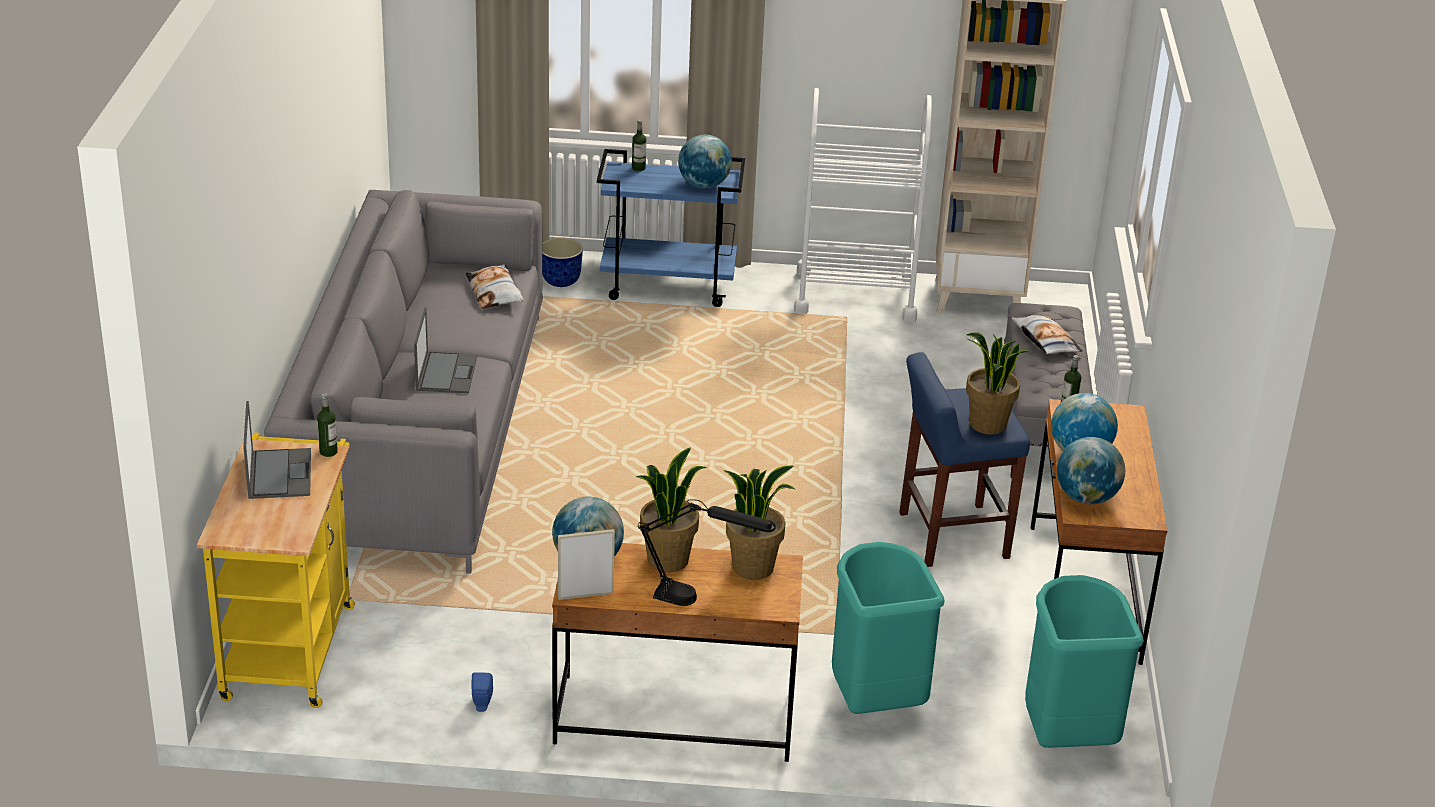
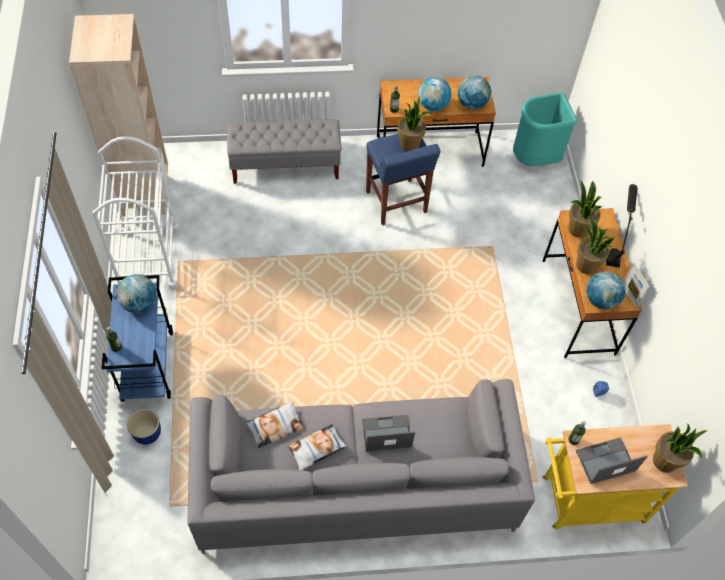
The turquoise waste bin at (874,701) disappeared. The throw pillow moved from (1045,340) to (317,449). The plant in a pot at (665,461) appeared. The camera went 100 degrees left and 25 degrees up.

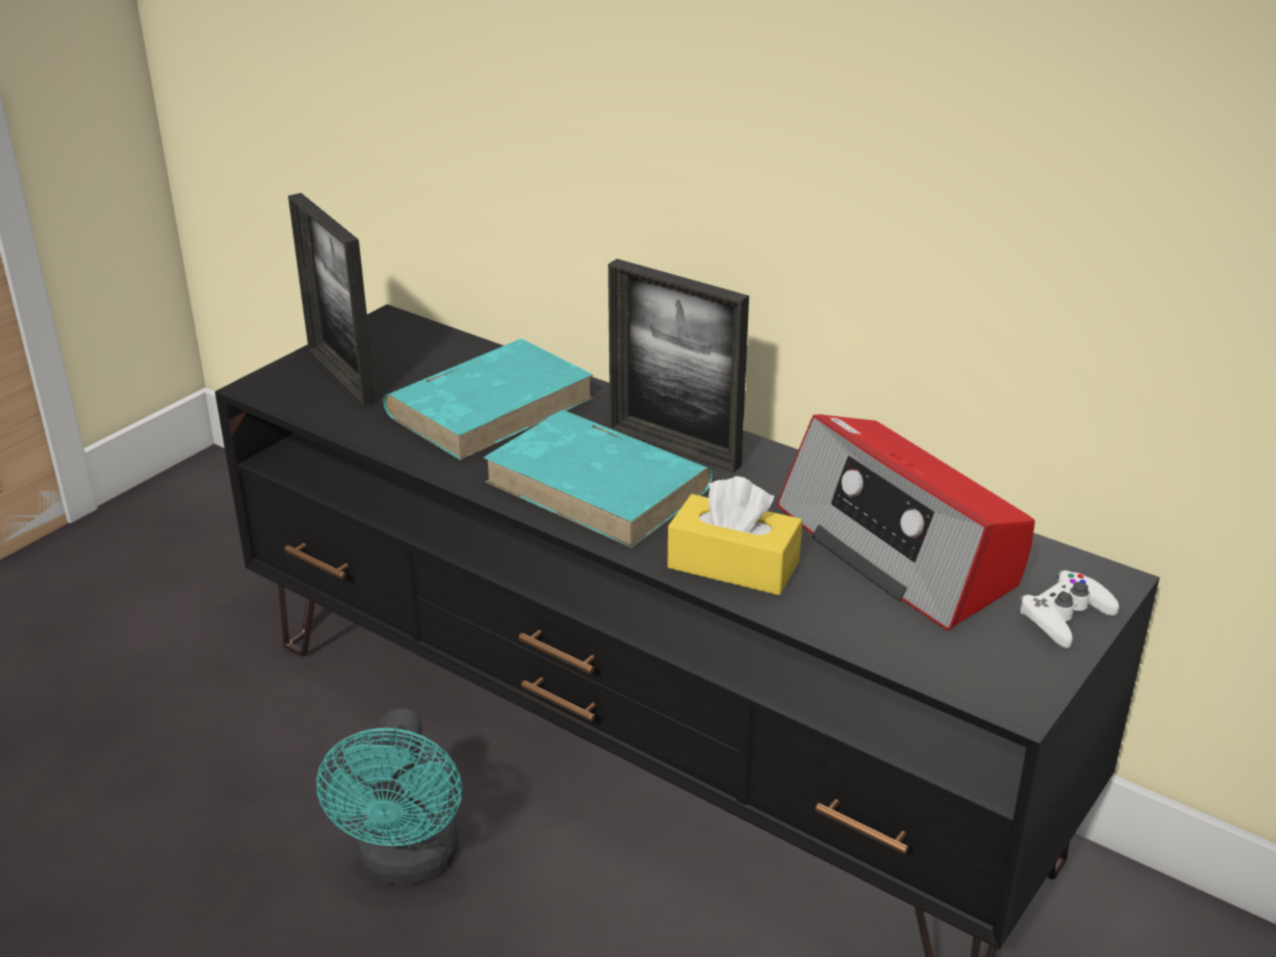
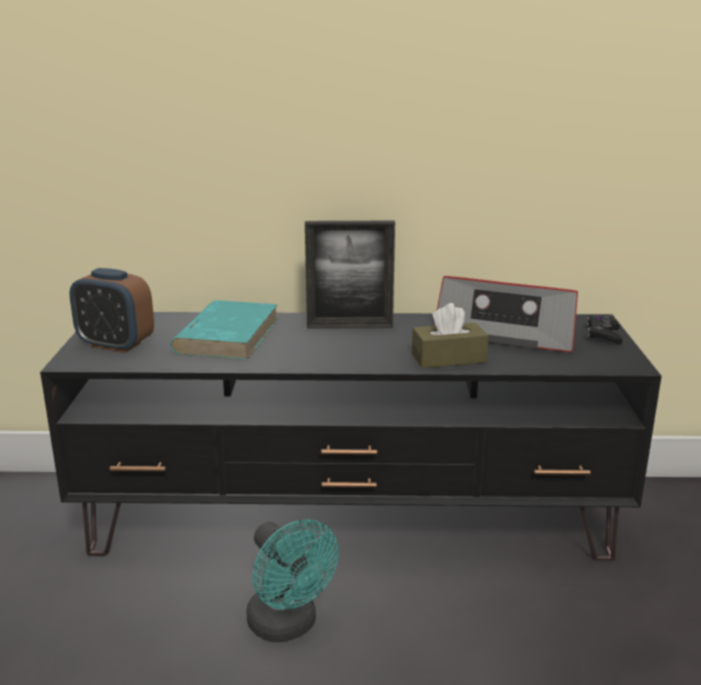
The standing frame at (341,375) was replaced by the bedside clock at (115,345). The turquoise book at (599,486) disappeared. The yellow tissue box at (733,565) became the brownish tissue box at (448,358). The whitish game controller at (1065,616) became the black game controller at (603,335). The camera went 35 degrees left and 10 degrees down.

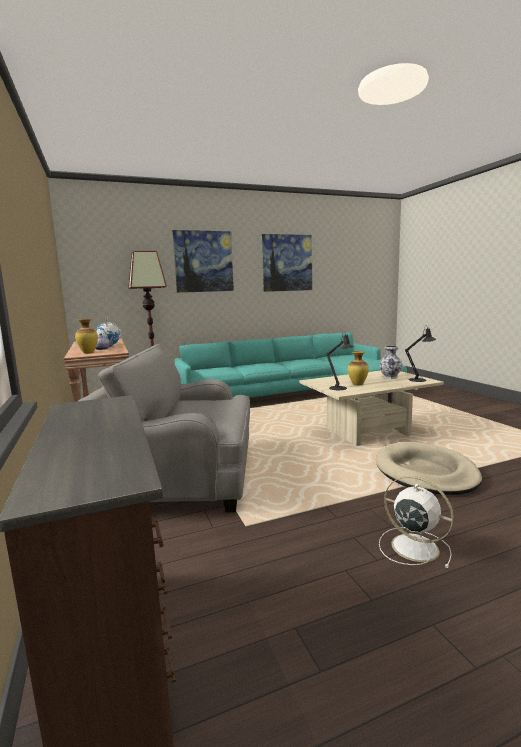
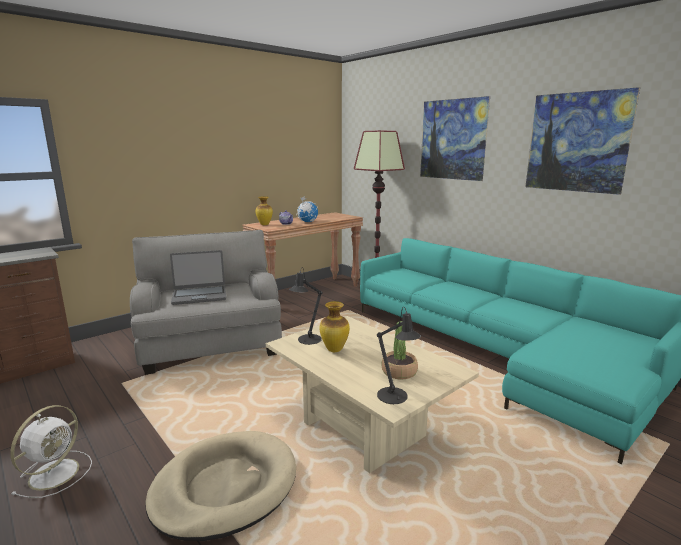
The flower vase at (390,377) was replaced by the plant in a pot at (399,372). The laptop at (199,296) appeared. The camera went 70 degrees right and 5 degrees up.

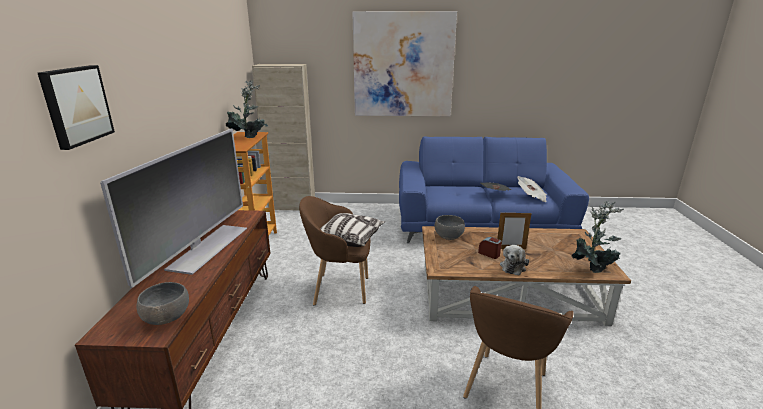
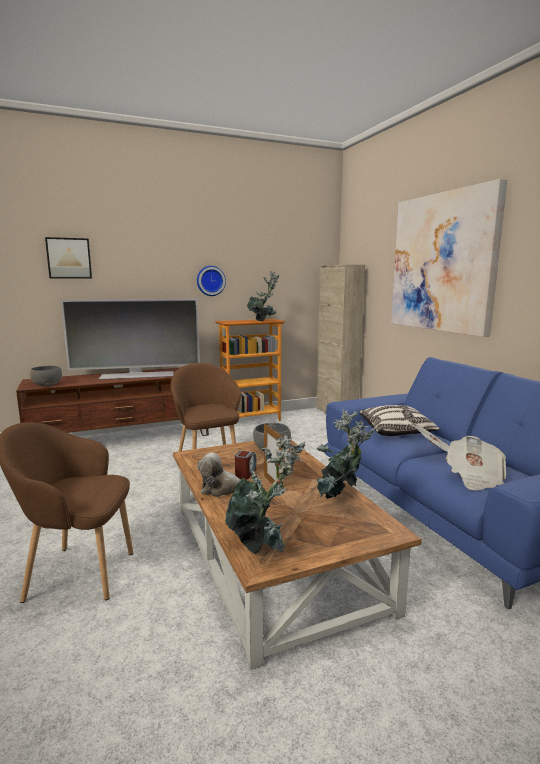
The throw pillow moved from (349,238) to (396,431). The clock on the wall at (210,281) appeared. The plant in a pot at (340,499) appeared. The camera went 65 degrees right and 10 degrees down.

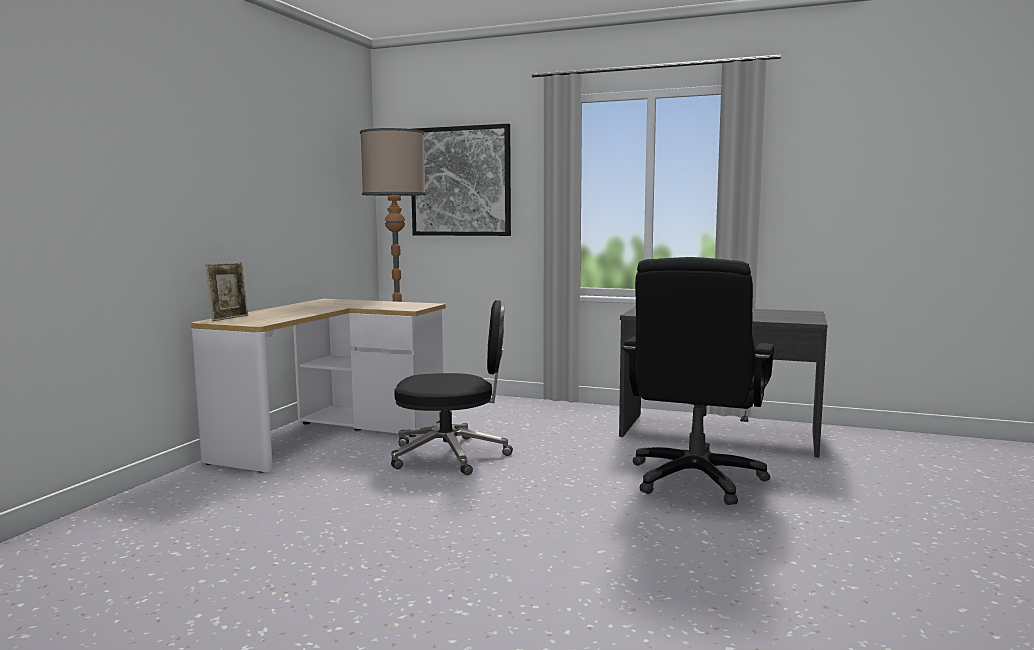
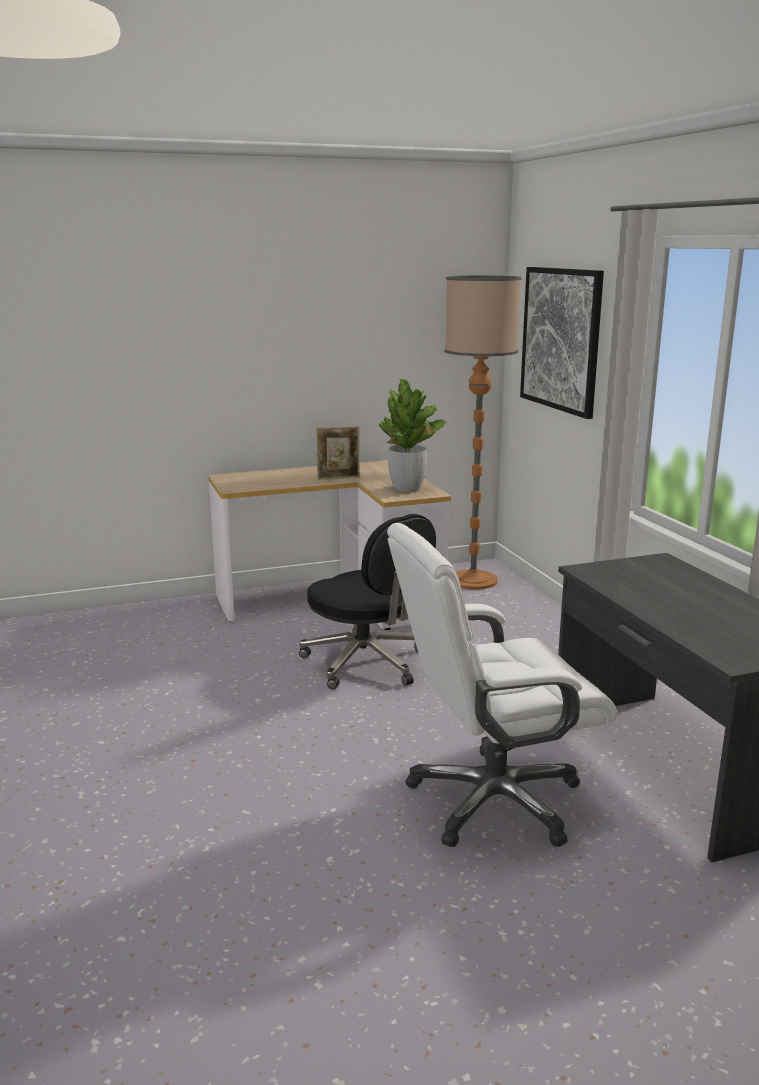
The standing frame moved from (229,318) to (338,478). The black desk chair at (696,479) became the whitish desk chair at (493,801). The plant in a pot at (407,488) appeared. The camera went 50 degrees right and 10 degrees up.

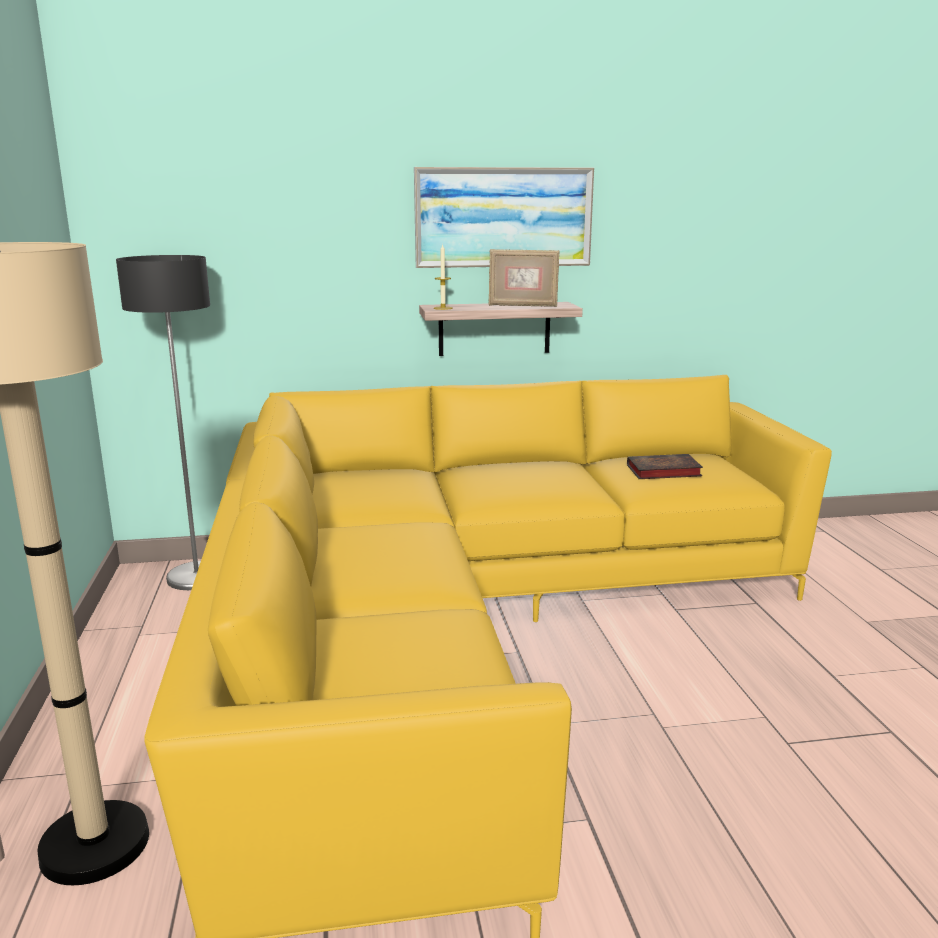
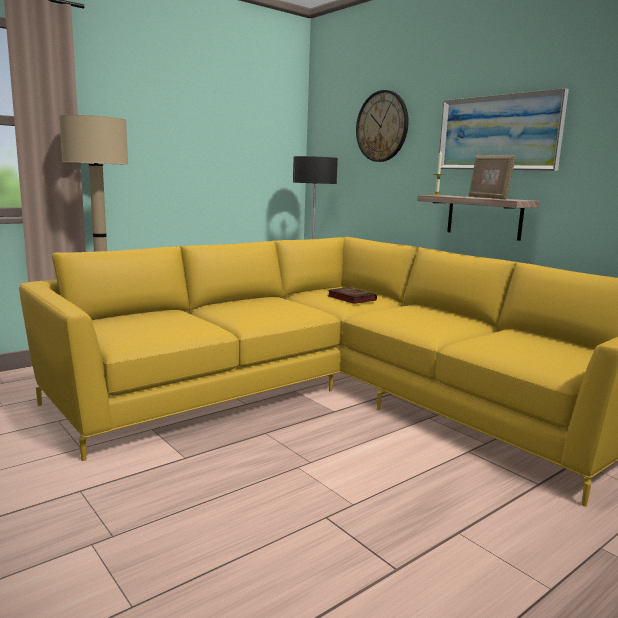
The book moved from (662,471) to (350,298). The clock on the wall at (382,126) appeared. The camera went 60 degrees right and 5 degrees down.

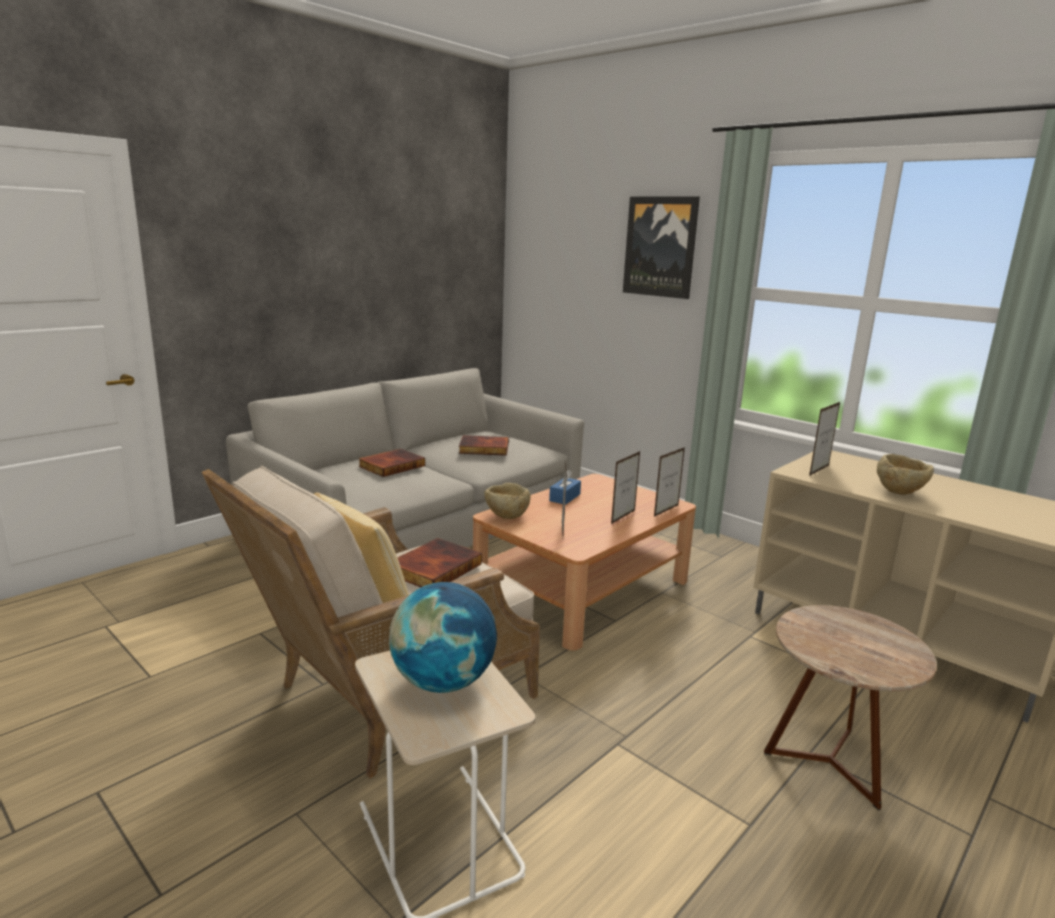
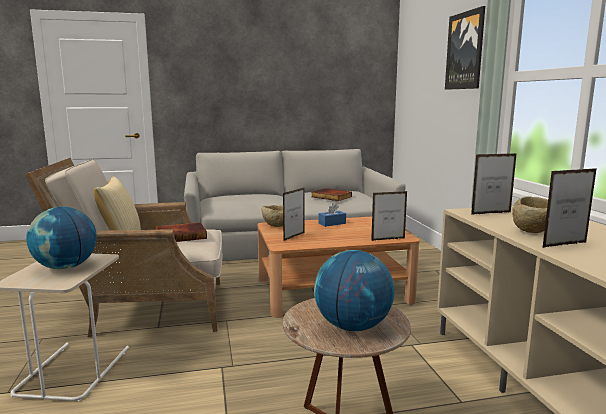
The book at (391,465) disappeared. The standing frame moved from (623,517) to (564,245). The desk globe at (353,326) appeared. The camera went 35 degrees right and 5 degrees down.

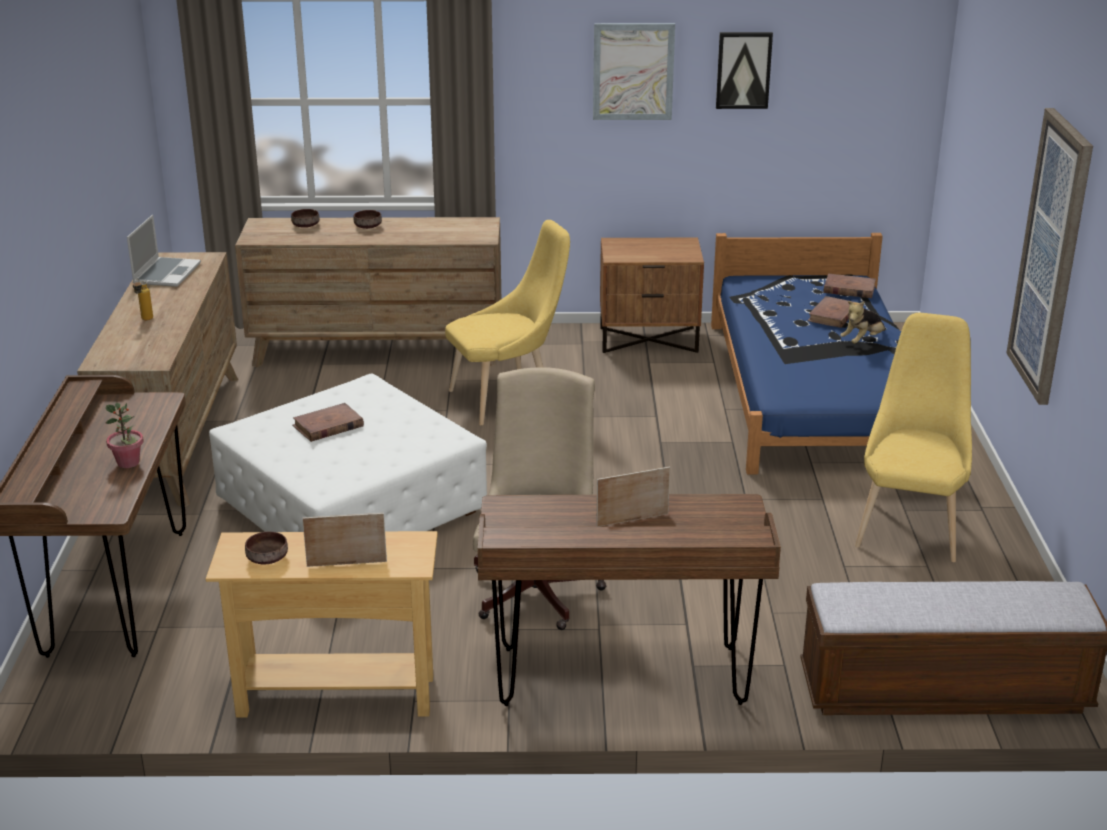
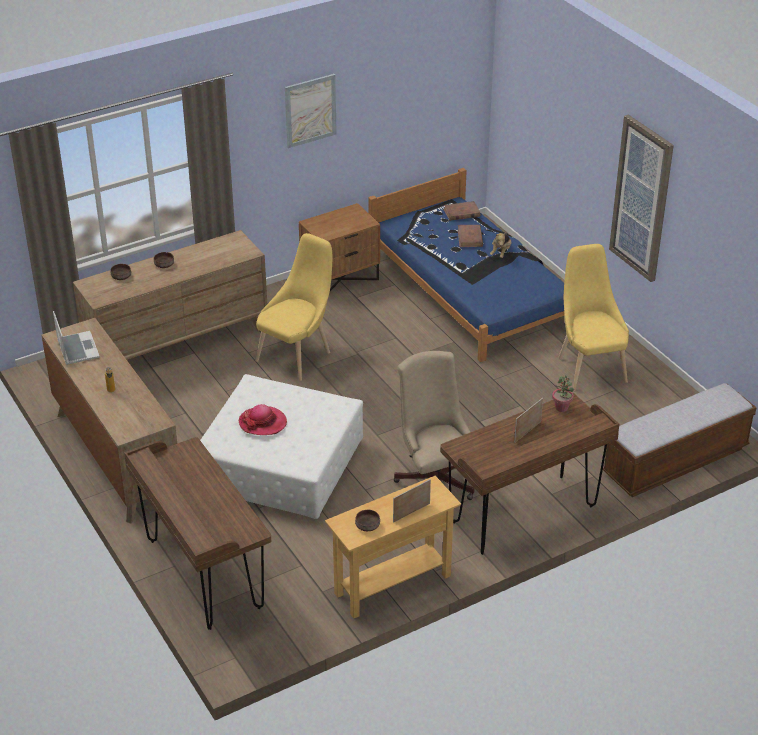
The plant in a pot moved from (128,463) to (561,408). The brownish book at (328,426) was replaced by the hat at (262,423). The picture at (743,70) disappeared. The camera went 30 degrees left and 10 degrees up.

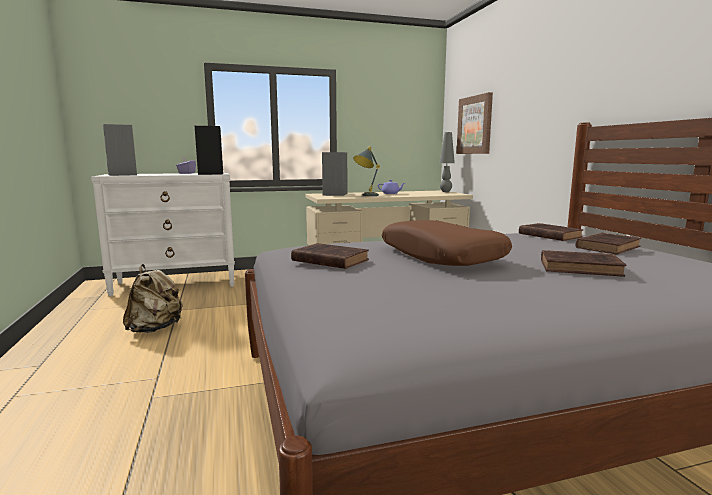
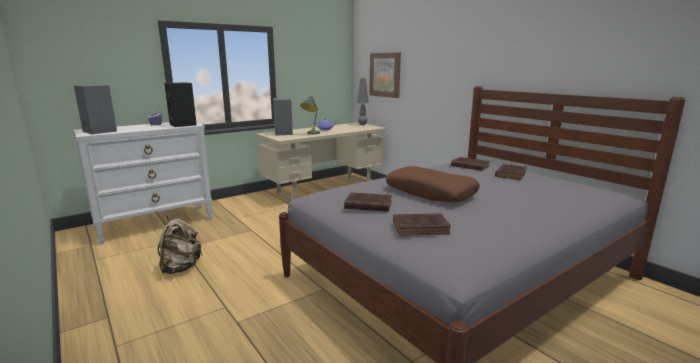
The brownish book moved from (582,268) to (422,227). The camera went 20 degrees left and 5 degrees up.

